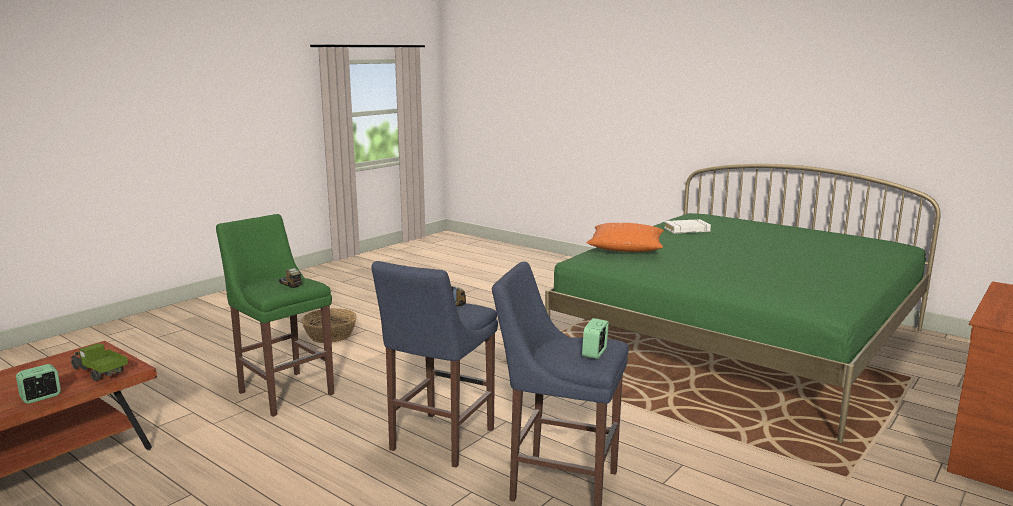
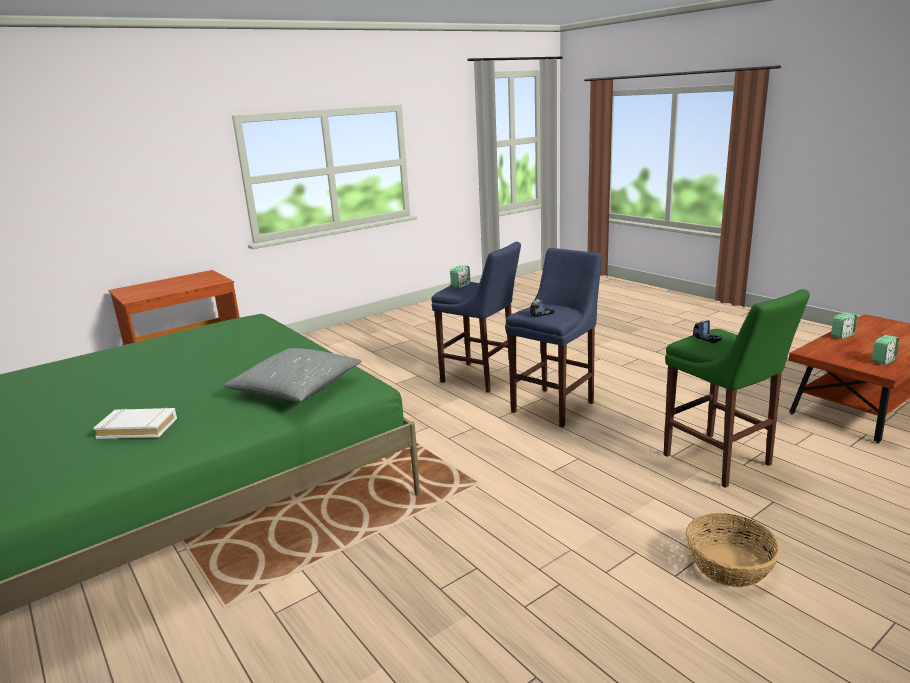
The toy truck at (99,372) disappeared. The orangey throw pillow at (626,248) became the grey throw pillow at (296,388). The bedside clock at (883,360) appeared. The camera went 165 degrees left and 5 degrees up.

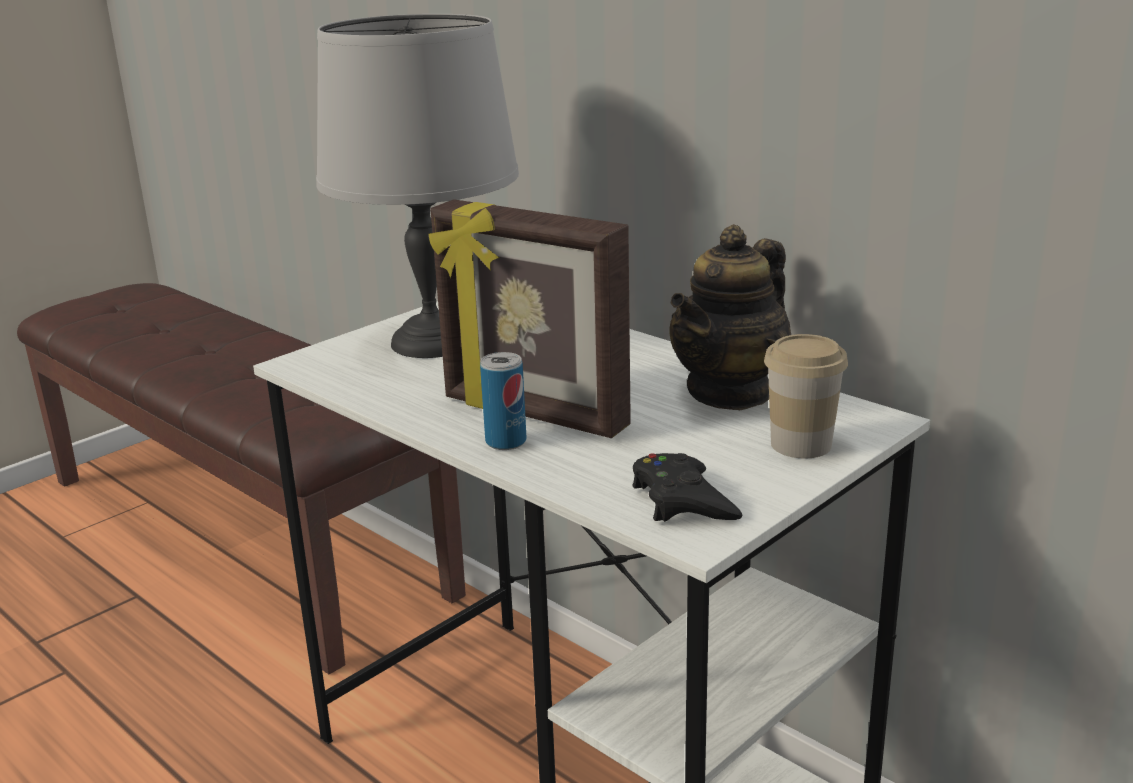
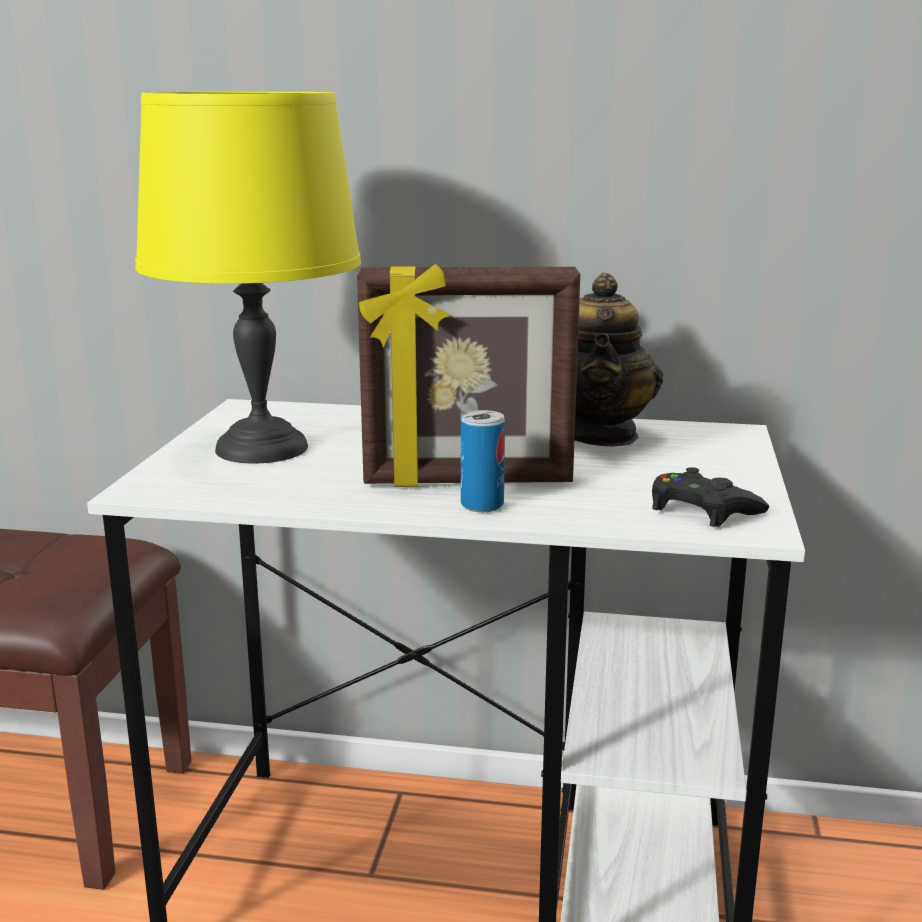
The grey lamp for a table at (434,342) became the yellow lamp for a table at (264,447). The small cup at (801,444) disappeared. The camera went 35 degrees left and 5 degrees down.

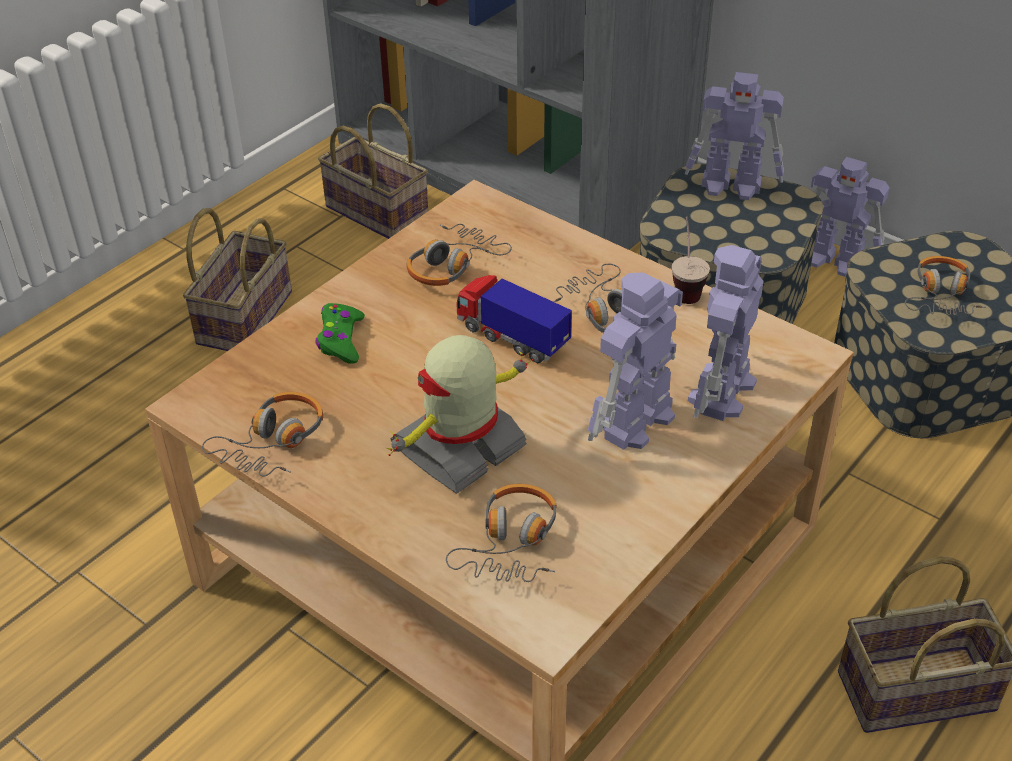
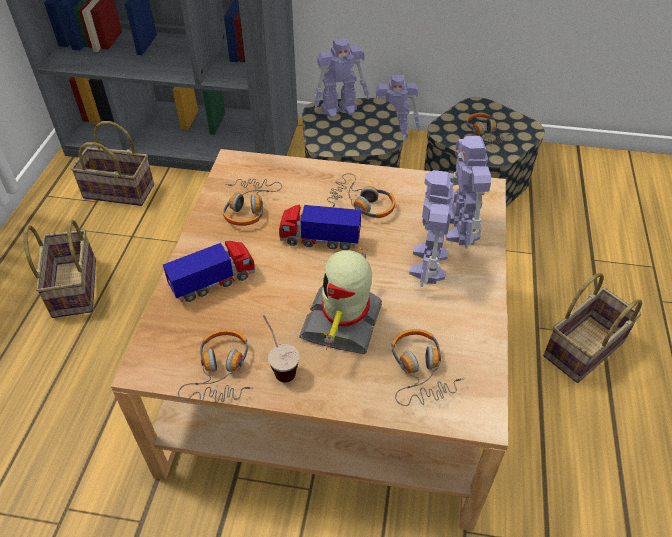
The green-coloured game controller at (341,340) was replaced by the toy truck at (214,282). The small cup moved from (685,287) to (279,365). The camera went 30 degrees left and 5 degrees up.

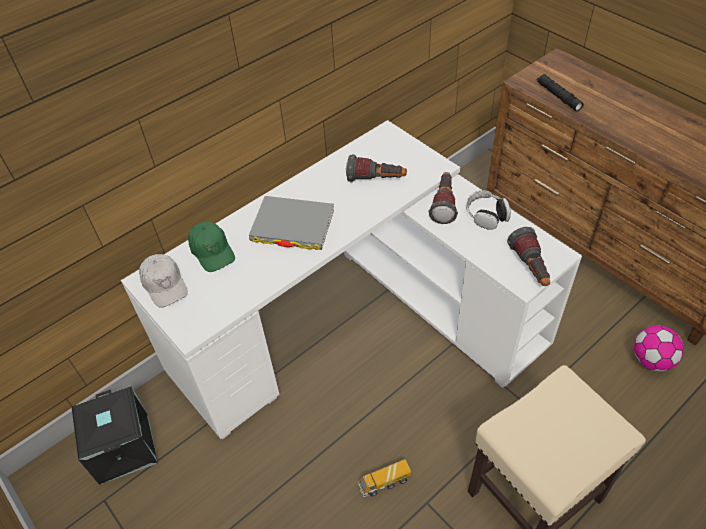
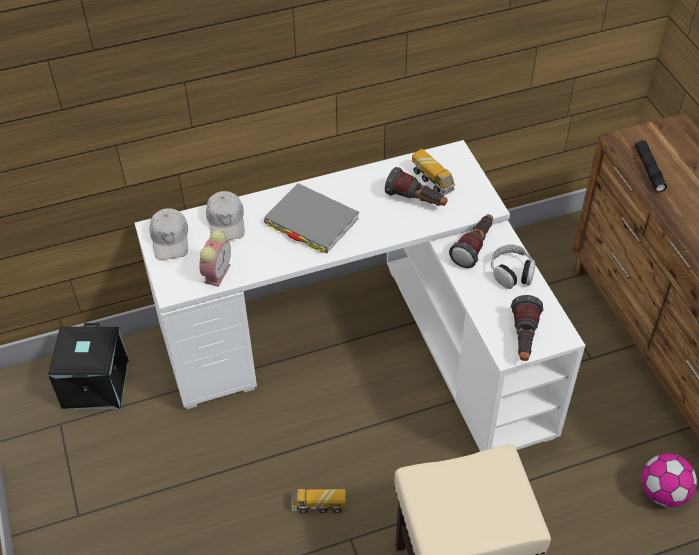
The green-coloured baseball cap at (212,251) became the whitish baseball cap at (226,222). The bedside clock at (217,272) appeared. The toy truck at (432,180) appeared. The camera went 20 degrees right and 0 degrees up.

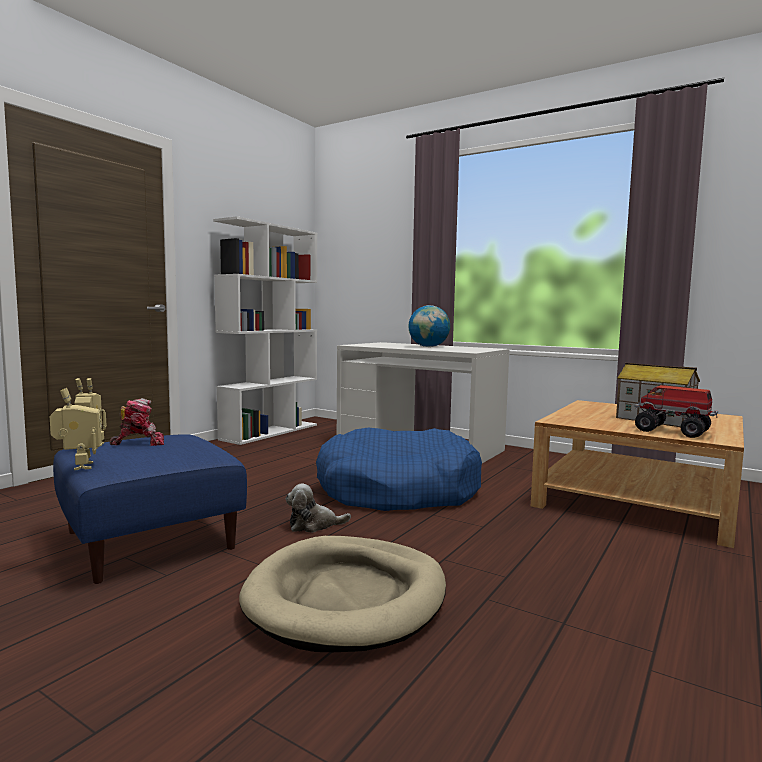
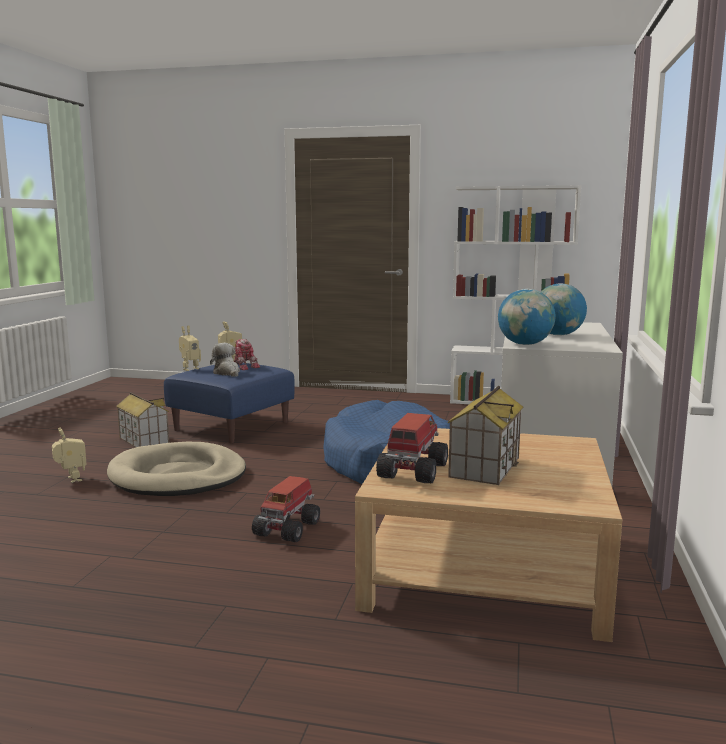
The soft toy moved from (314,525) to (227,373). The robot figure at (71,479) appeared. The miniature house at (143,441) appeared. The toy truck at (288,528) appeared. The desk globe at (525,344) appeared. The camera went 70 degrees right and 5 degrees up.

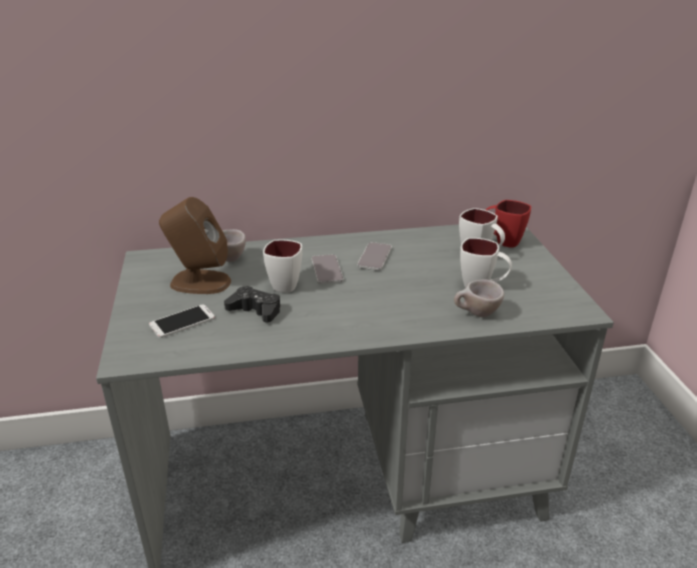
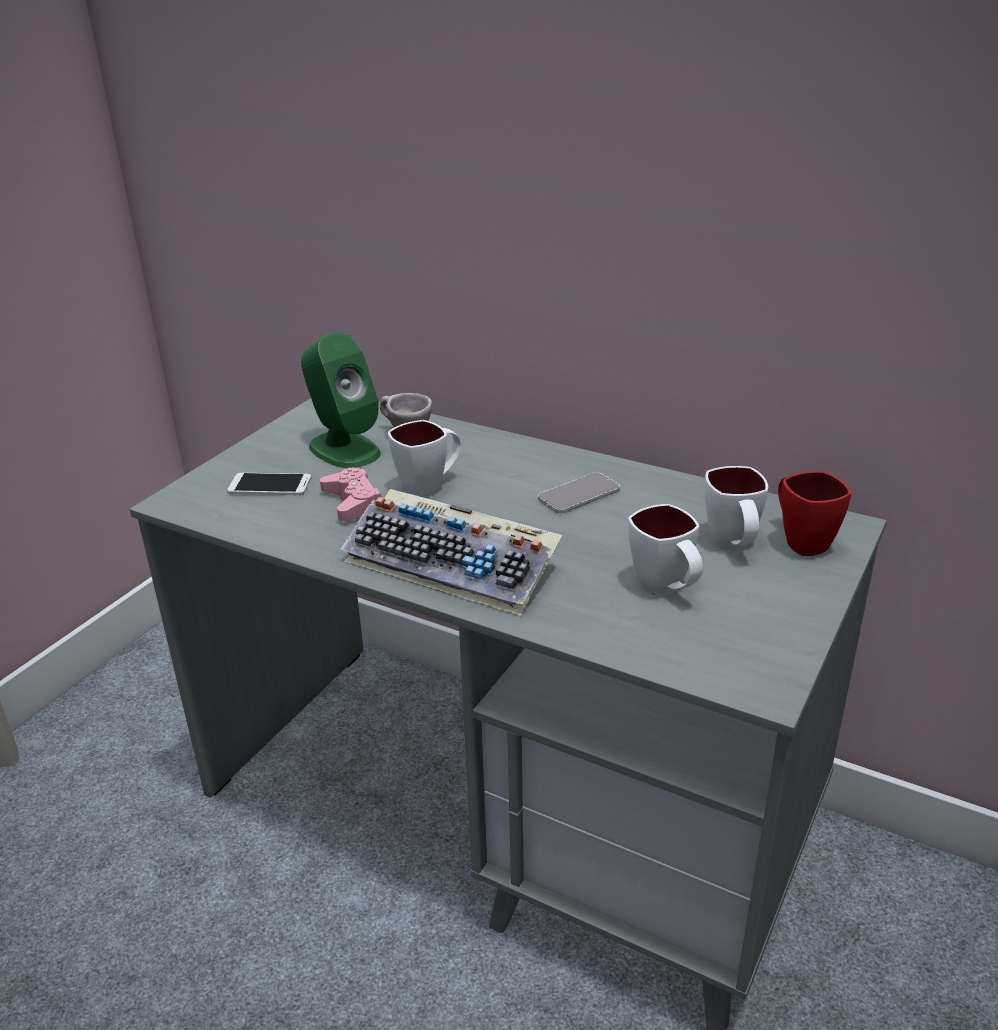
The brownish speaker at (199,282) became the green-coloured speaker at (344,449). The black game controller at (255,310) became the pink game controller at (353,503). The handset at (327,270) disappeared. The sand-coloured small cup at (476,314) disappeared. The computer keyboard at (455,564) appeared. The camera went 40 degrees right and 0 degrees up.

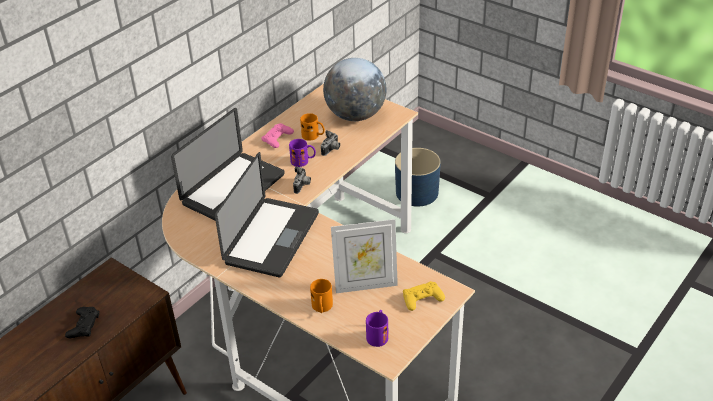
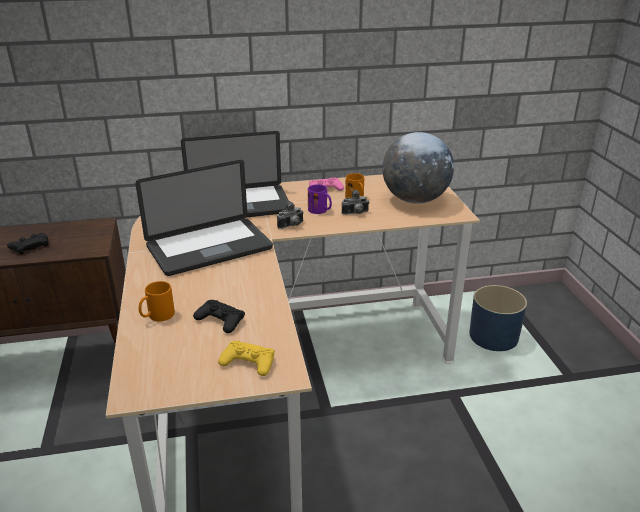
The standing frame at (365,284) was replaced by the black game controller at (220,320). The purple tea mug at (378,334) disappeared. The camera went 40 degrees right and 10 degrees down.

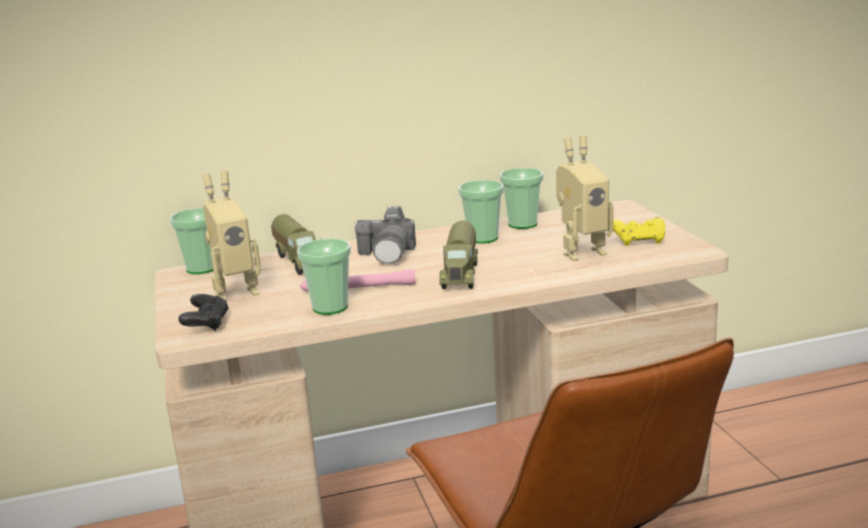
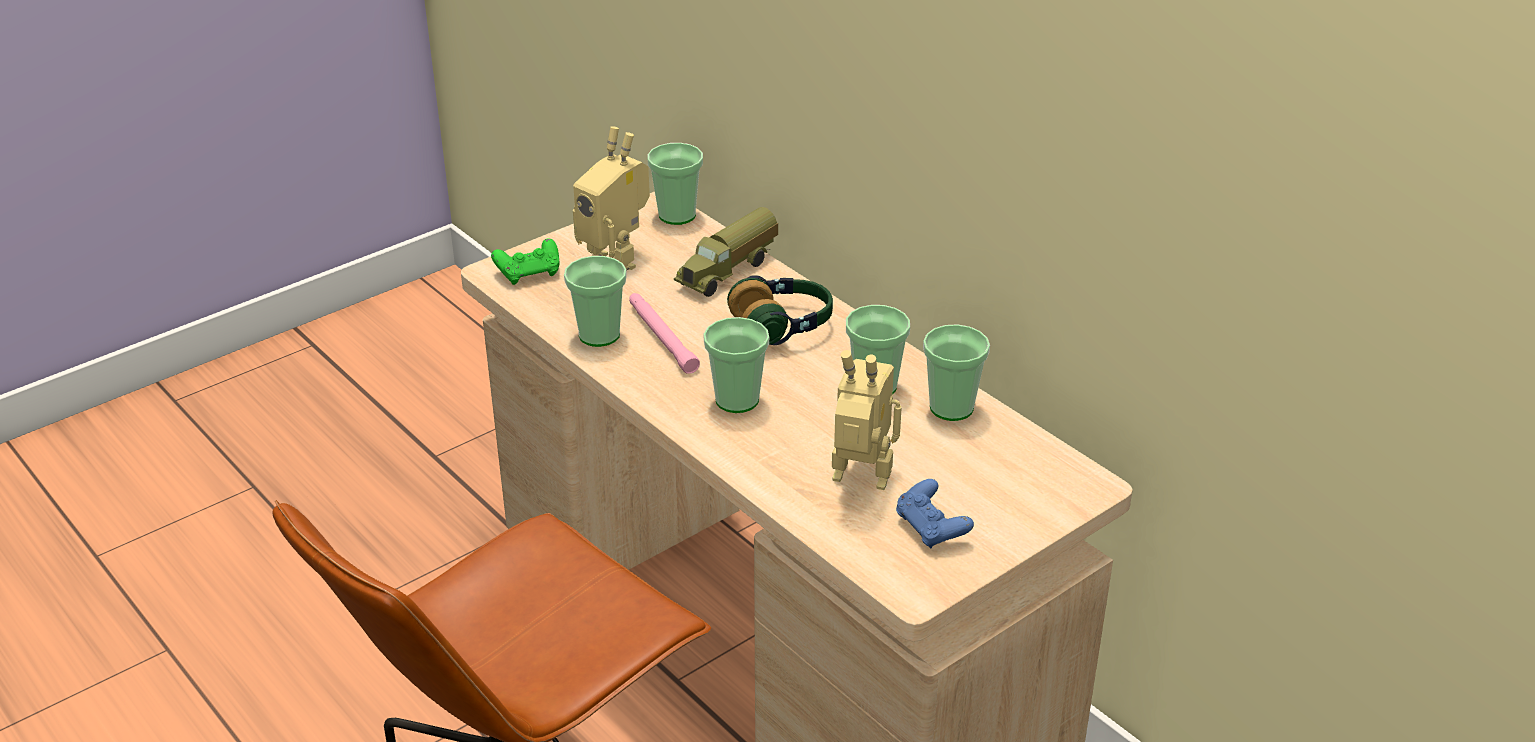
The black game controller at (206,324) became the green-coloured game controller at (529,273). The still camera at (388,253) was replaced by the headset at (783,327). The toy truck at (461,274) was replaced by the small cup at (737,400). The robot figure at (581,252) turned 150 degrees clockwise. The yellow game controller at (639,241) became the bluish game controller at (931,528). The camera went 65 degrees right and 15 degrees up.

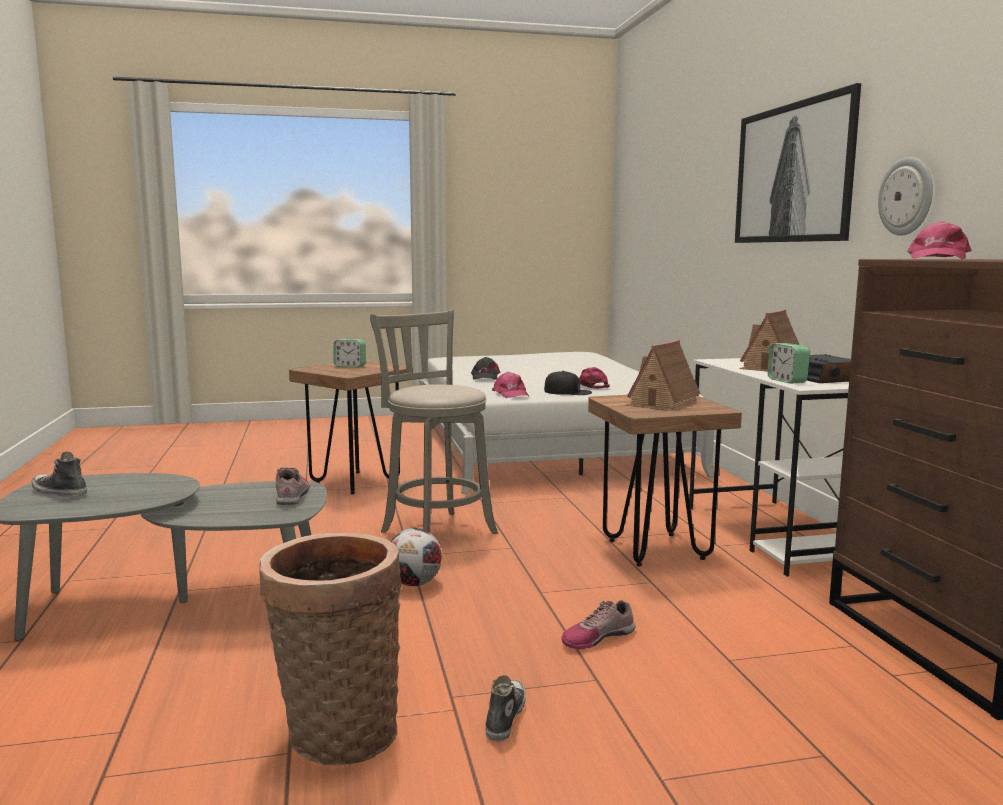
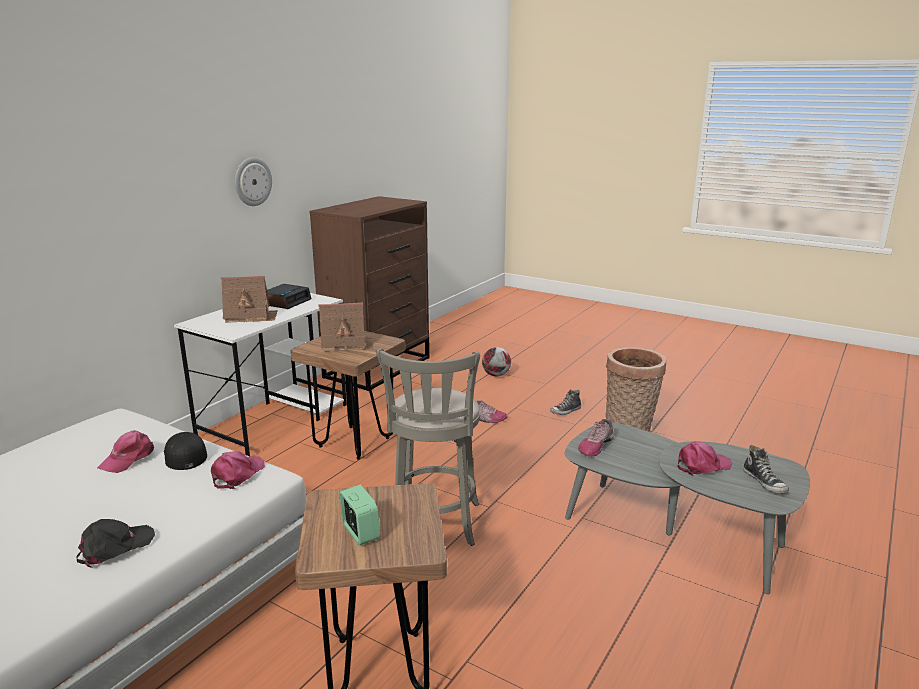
The football moved from (415,583) to (496,375). The picture at (791,173) disappeared. The bedside clock at (787,381) disappeared. The pink baseball cap moved from (936,258) to (702,465). The camera went 135 degrees left and 10 degrees up.

